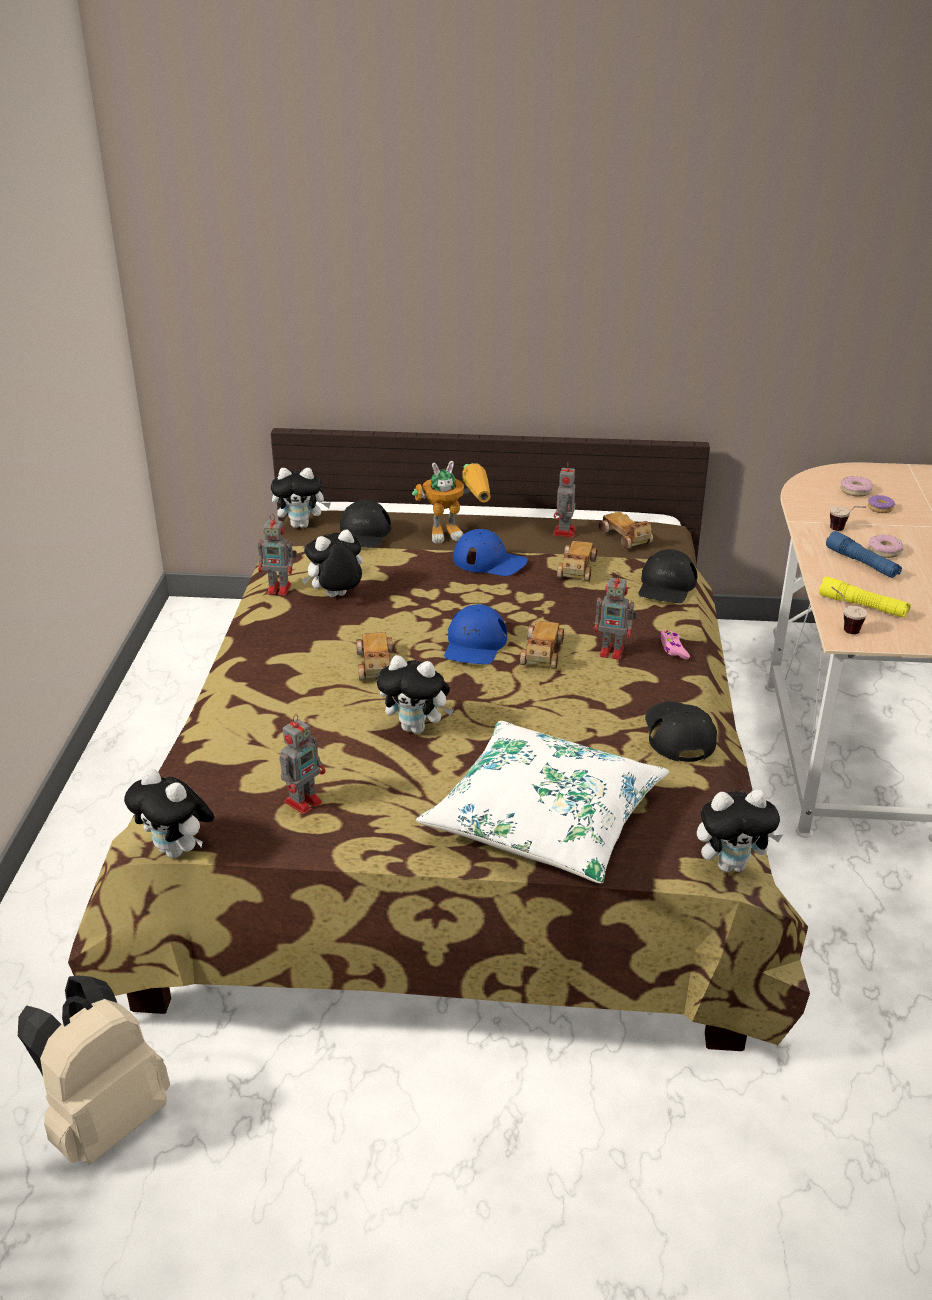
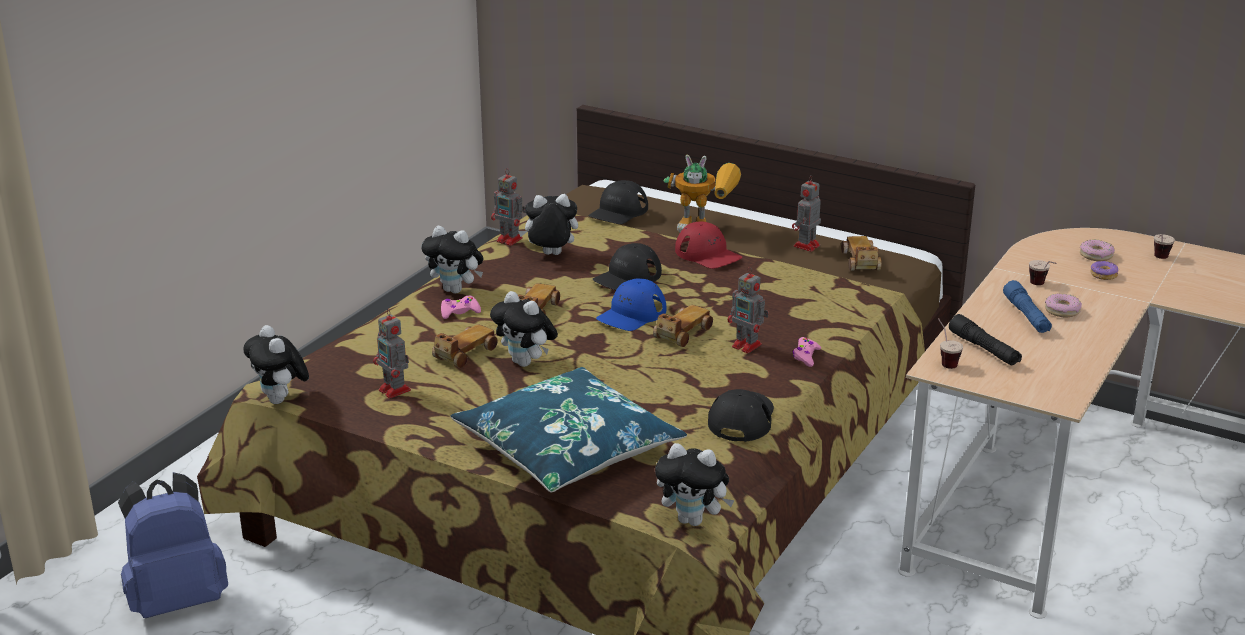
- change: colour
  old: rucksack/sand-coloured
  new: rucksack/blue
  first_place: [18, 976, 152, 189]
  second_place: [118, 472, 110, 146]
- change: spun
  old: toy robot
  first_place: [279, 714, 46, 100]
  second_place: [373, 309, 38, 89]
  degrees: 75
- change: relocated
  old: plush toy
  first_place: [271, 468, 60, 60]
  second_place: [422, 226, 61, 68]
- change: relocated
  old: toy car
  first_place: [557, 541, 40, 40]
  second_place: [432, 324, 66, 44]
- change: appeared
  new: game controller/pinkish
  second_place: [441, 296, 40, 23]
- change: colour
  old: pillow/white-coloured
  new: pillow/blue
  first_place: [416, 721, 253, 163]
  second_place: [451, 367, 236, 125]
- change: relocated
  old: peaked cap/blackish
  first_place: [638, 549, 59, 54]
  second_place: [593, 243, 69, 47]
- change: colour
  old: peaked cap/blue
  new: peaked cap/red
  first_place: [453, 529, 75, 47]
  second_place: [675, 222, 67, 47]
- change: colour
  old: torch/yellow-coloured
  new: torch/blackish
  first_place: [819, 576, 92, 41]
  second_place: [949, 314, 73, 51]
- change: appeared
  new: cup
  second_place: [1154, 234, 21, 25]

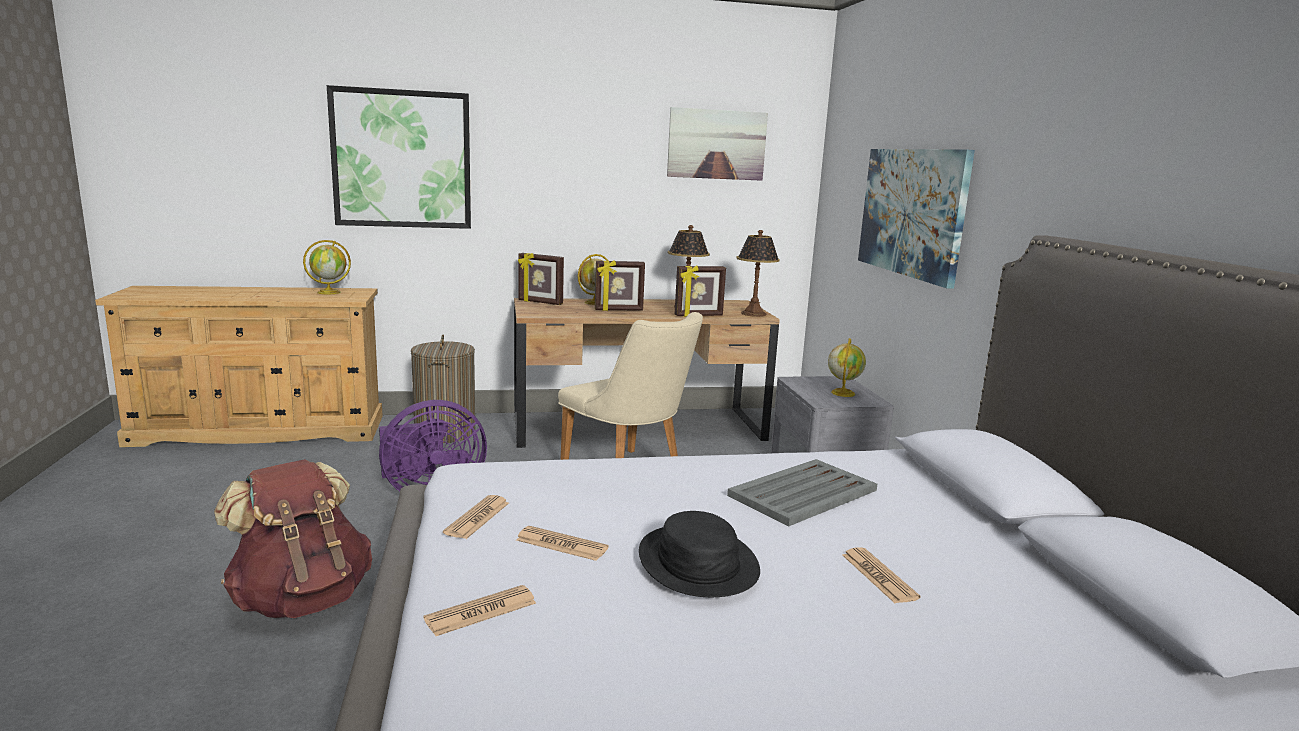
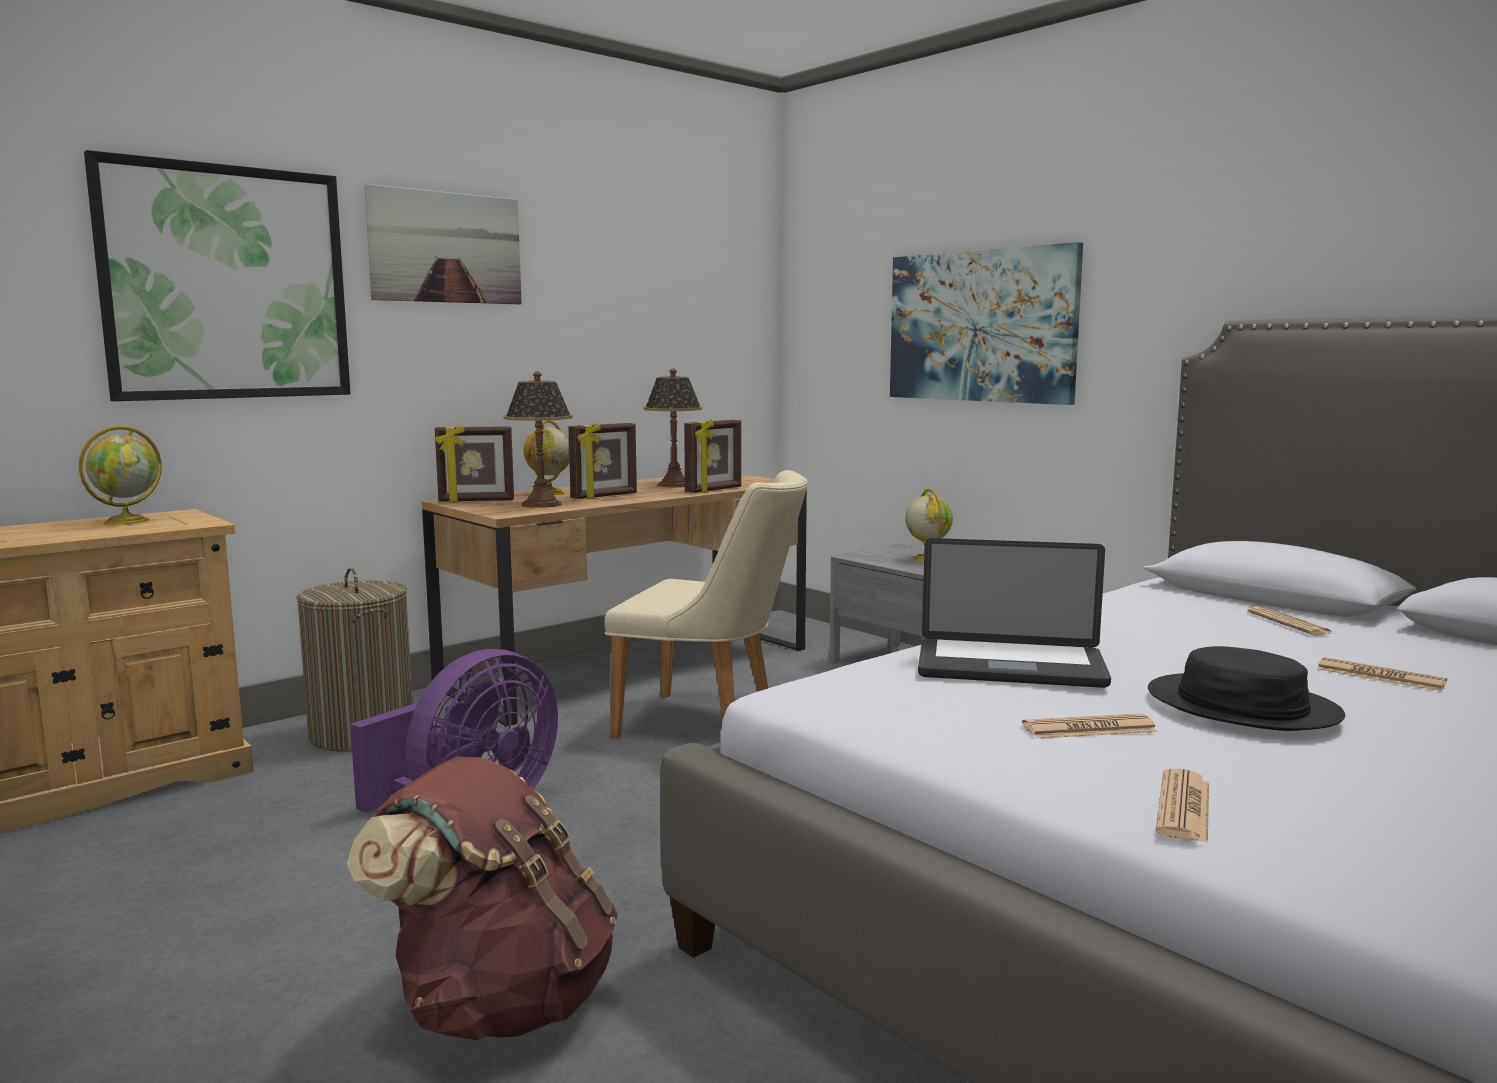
- change: relocated
  old: wall picture
  first_place: [667, 107, 101, 74]
  second_place: [364, 184, 158, 120]
- change: relocated
  old: lamp for a table
  first_place: [736, 230, 44, 87]
  second_place: [504, 372, 69, 136]
- change: appeared
  new: laptop
  second_place: [918, 538, 193, 150]
- change: relocated
  old: newspaper
  first_place: [443, 495, 66, 44]
  second_place: [1248, 606, 85, 29]
- change: missing
  old: serving tray/grey
  first_place: [727, 459, 150, 67]

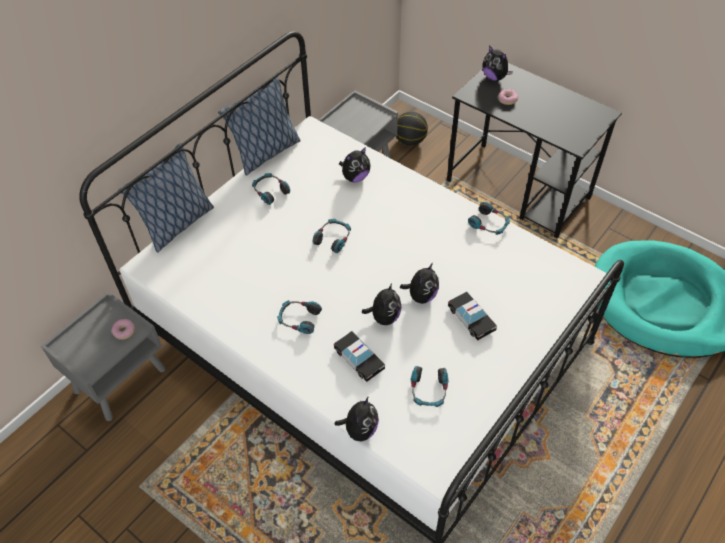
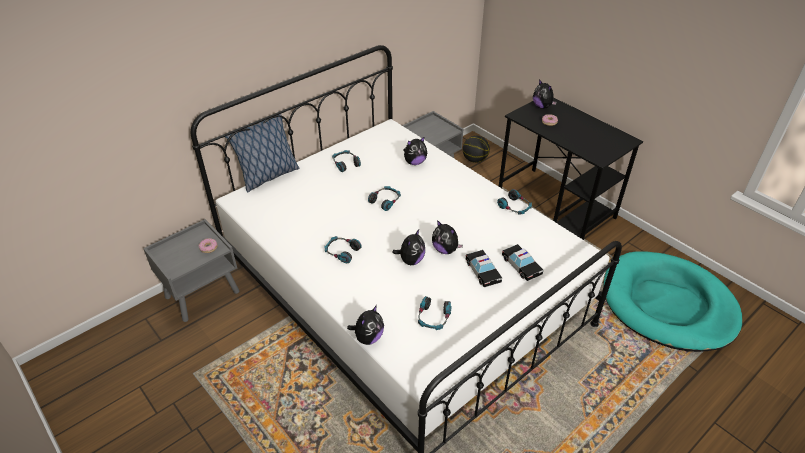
- change: spun
  old: plush toy
  first_place: [400, 263, 39, 41]
  second_place: [432, 220, 31, 34]
  degrees: 90
- change: relocated
  old: toy car
  first_place: [334, 331, 51, 51]
  second_place: [502, 244, 42, 37]
- change: missing
  old: pillow
  first_place: [218, 76, 83, 100]

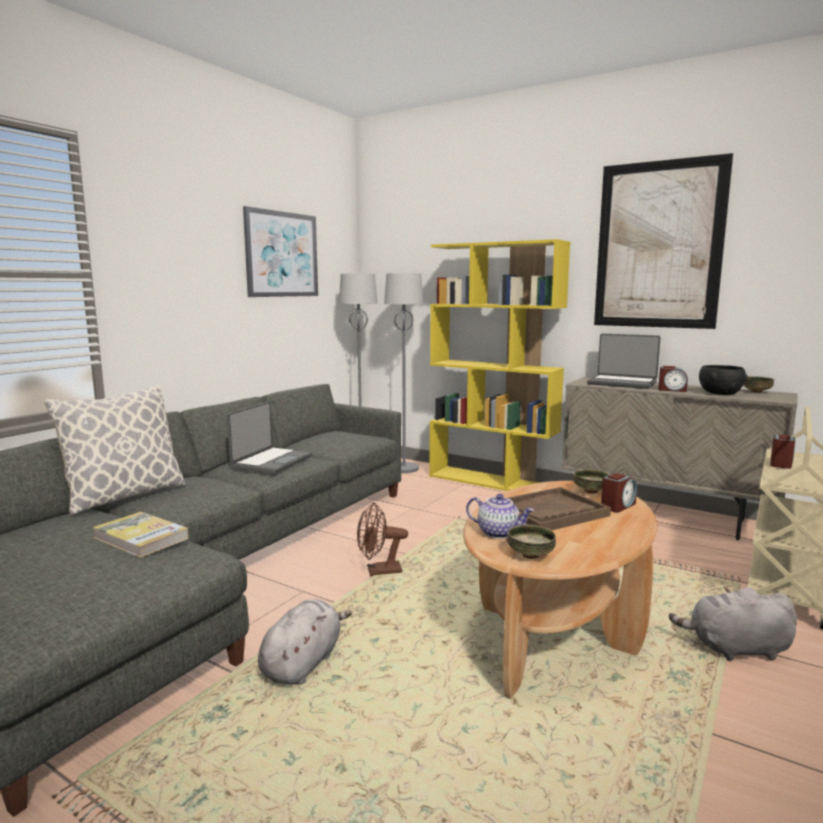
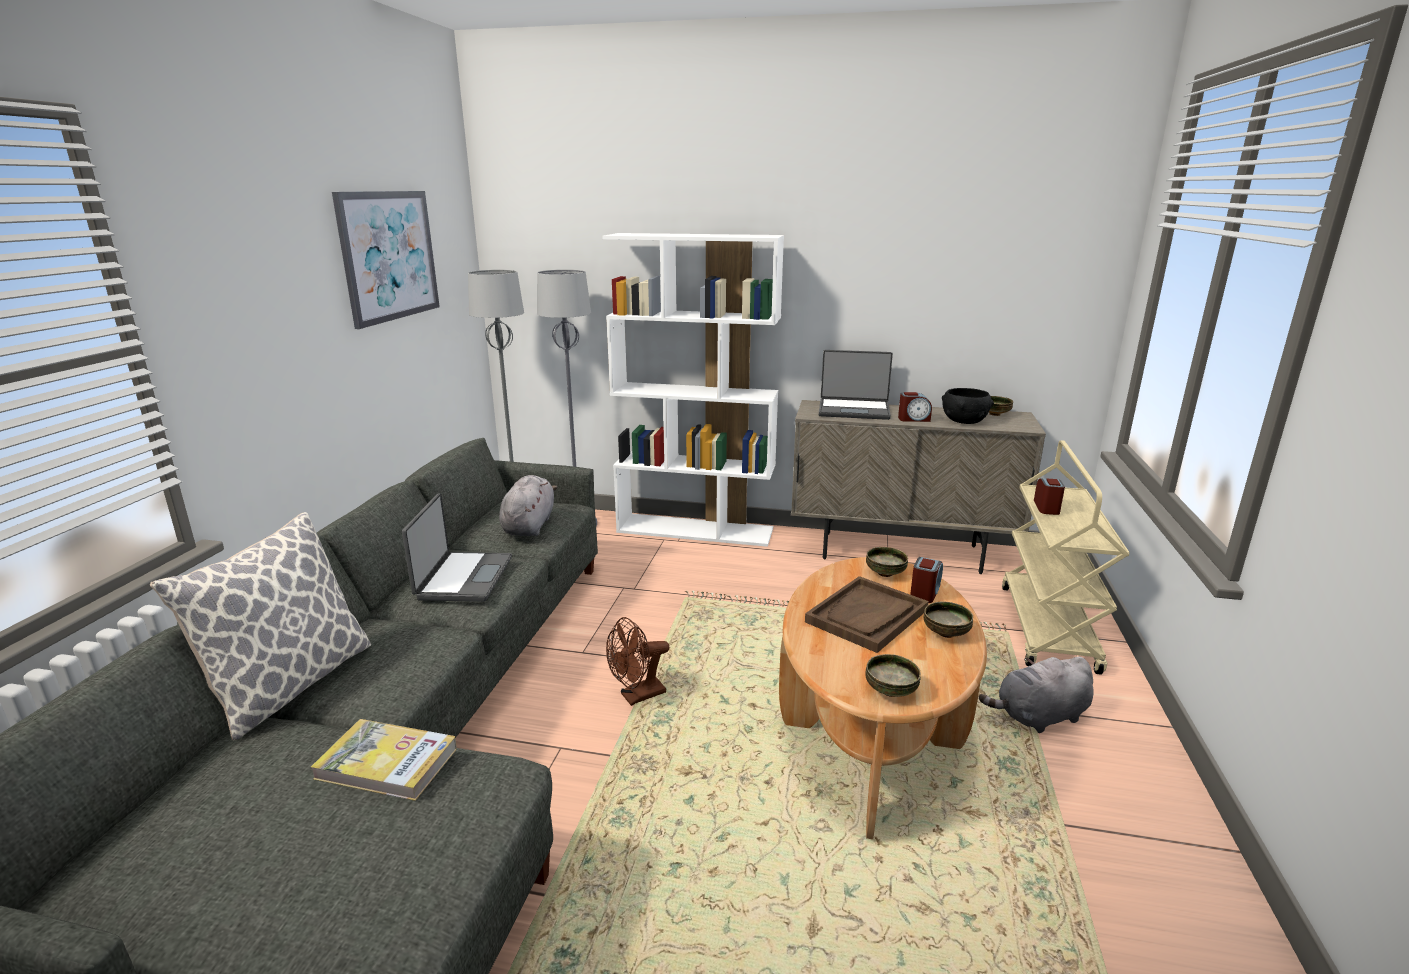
- change: relocated
  old: plush toy/grey
  first_place: [258, 599, 94, 86]
  second_place: [499, 475, 58, 61]
- change: colour
  old: bookcase/yellow-coloured
  new: bookcase/white-coloured
  first_place: [429, 239, 141, 252]
  second_place: [602, 233, 182, 314]
- change: appeared
  new: serving bowl
  second_place: [924, 602, 49, 36]
- change: missing
  old: teapot
  first_place: [466, 494, 68, 45]
- change: missing
  old: wall picture
  first_place: [594, 153, 139, 176]

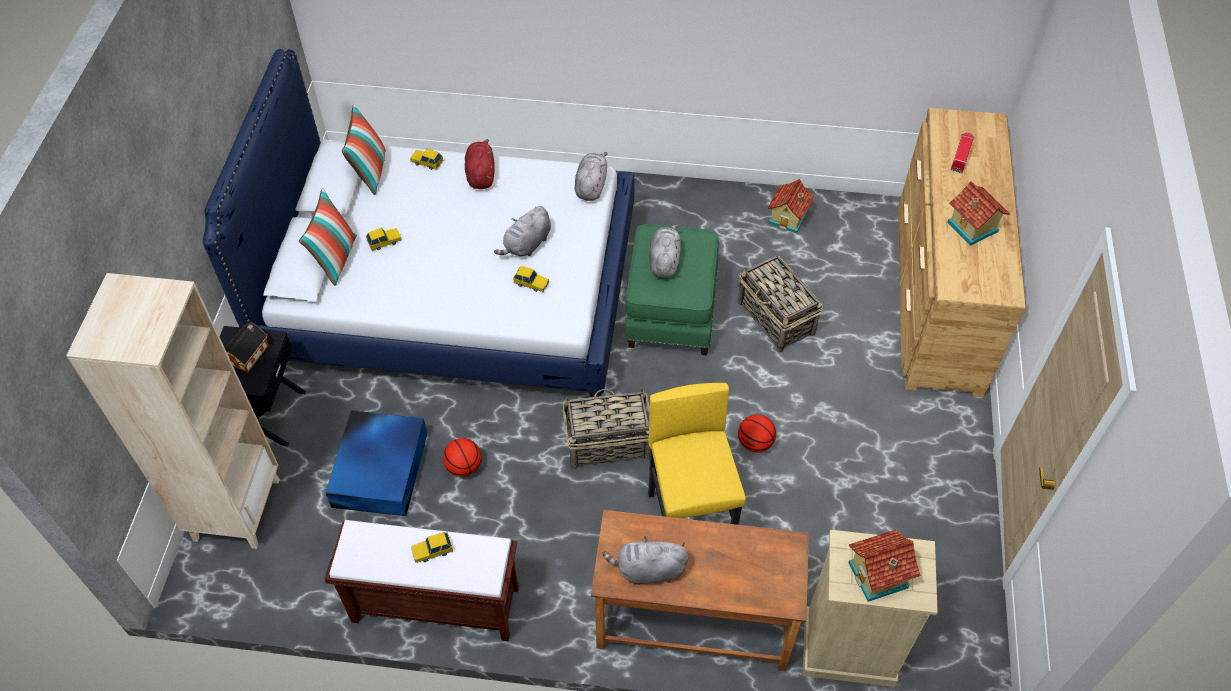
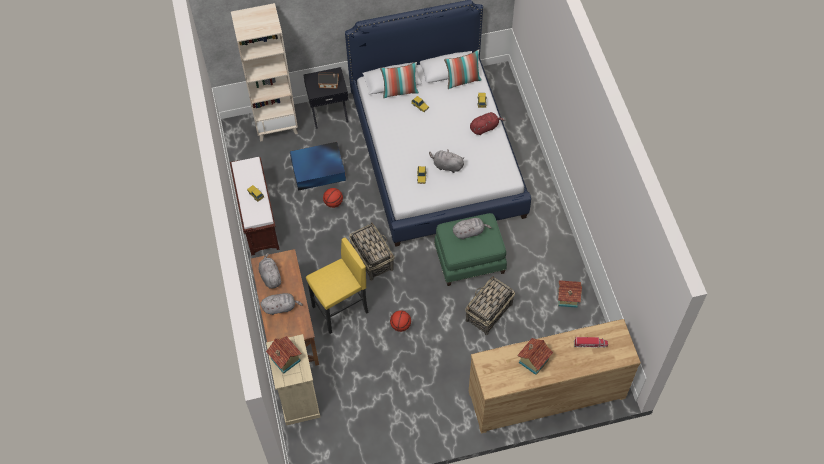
- change: relocated
  old: plush toy/grey
  first_place: [575, 152, 33, 49]
  second_place: [260, 293, 43, 22]

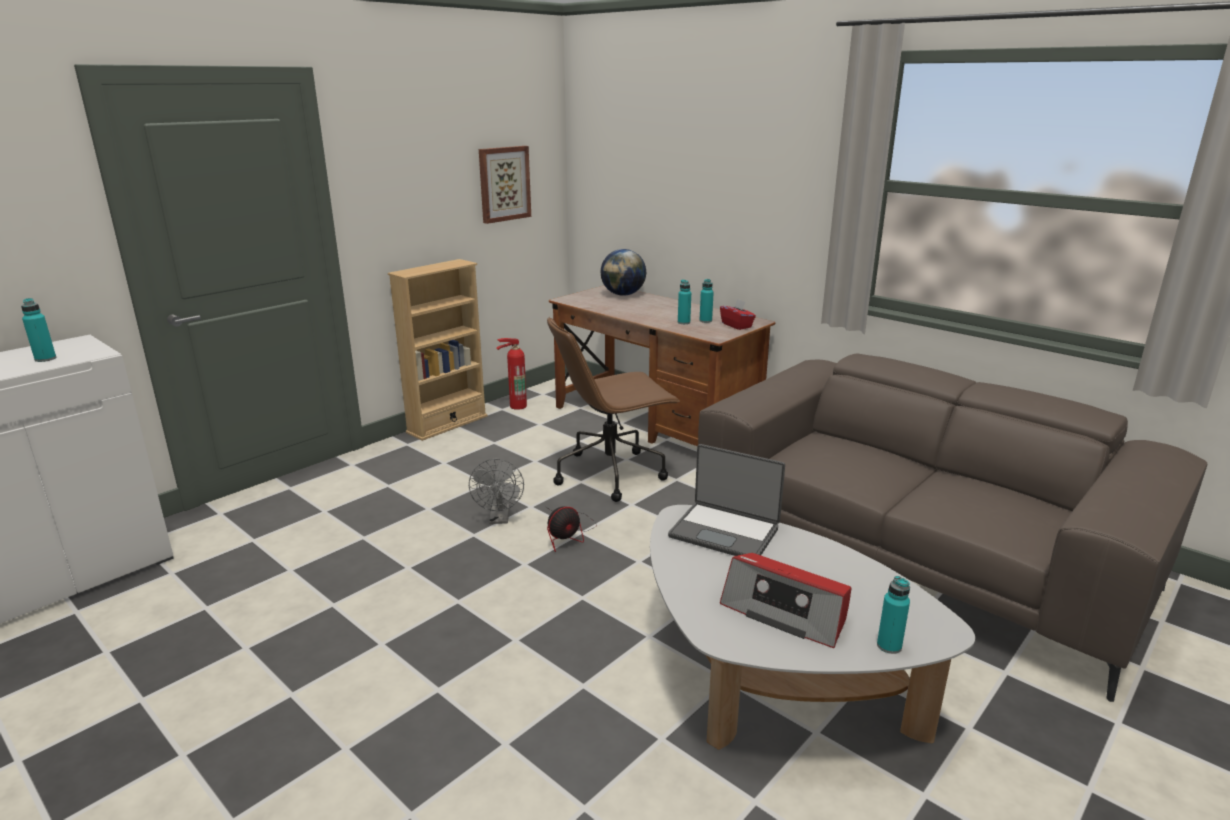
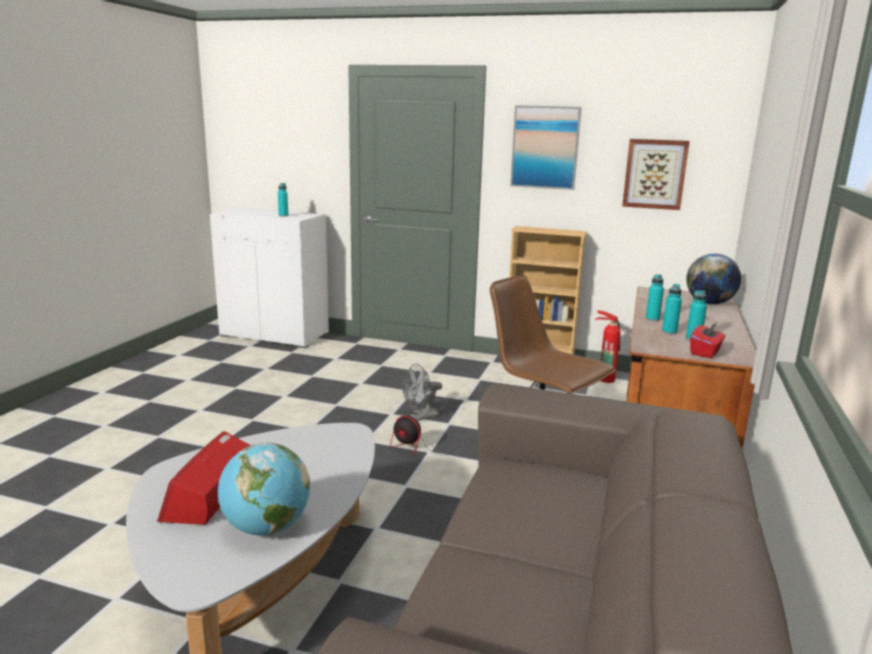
- change: appeared
  new: world globe
  second_place: [218, 443, 92, 92]
- change: appeared
  new: wall picture
  second_place: [510, 105, 72, 85]
- change: relocated
  old: bottle/turquoise
  first_place: [877, 576, 33, 78]
  second_place: [646, 274, 18, 47]
- change: missing
  old: laptop
  first_place: [668, 444, 117, 112]

